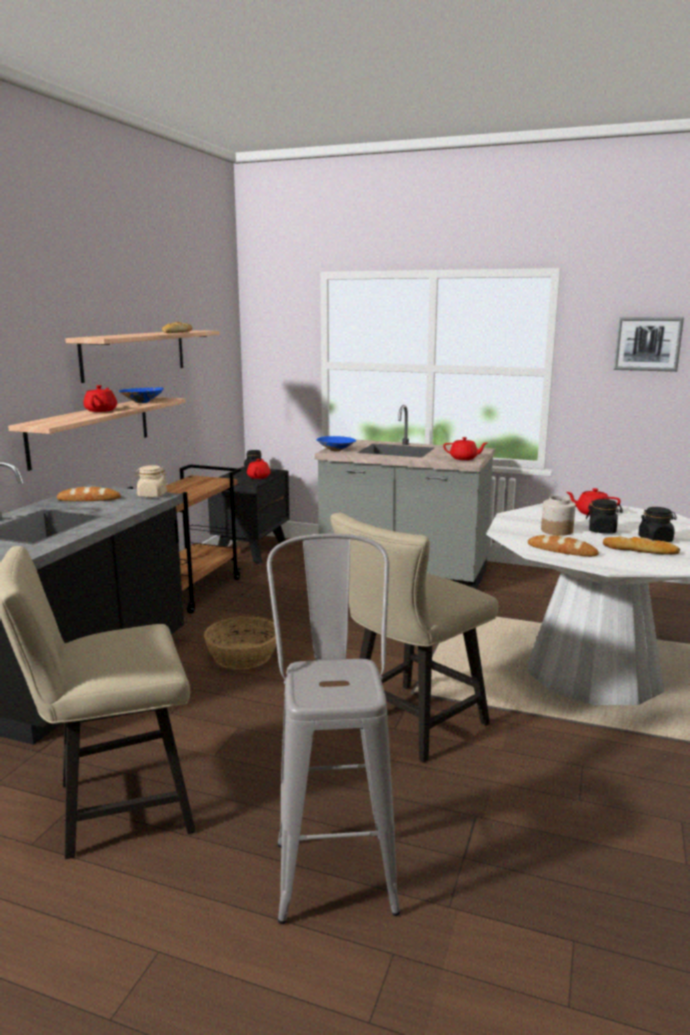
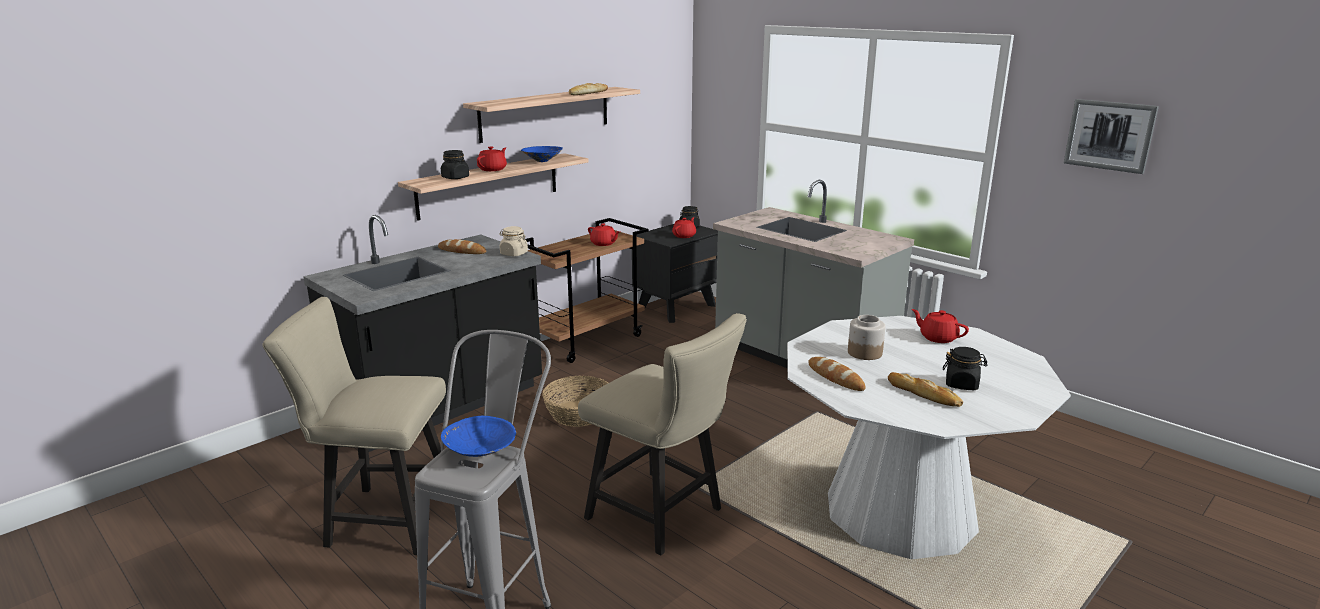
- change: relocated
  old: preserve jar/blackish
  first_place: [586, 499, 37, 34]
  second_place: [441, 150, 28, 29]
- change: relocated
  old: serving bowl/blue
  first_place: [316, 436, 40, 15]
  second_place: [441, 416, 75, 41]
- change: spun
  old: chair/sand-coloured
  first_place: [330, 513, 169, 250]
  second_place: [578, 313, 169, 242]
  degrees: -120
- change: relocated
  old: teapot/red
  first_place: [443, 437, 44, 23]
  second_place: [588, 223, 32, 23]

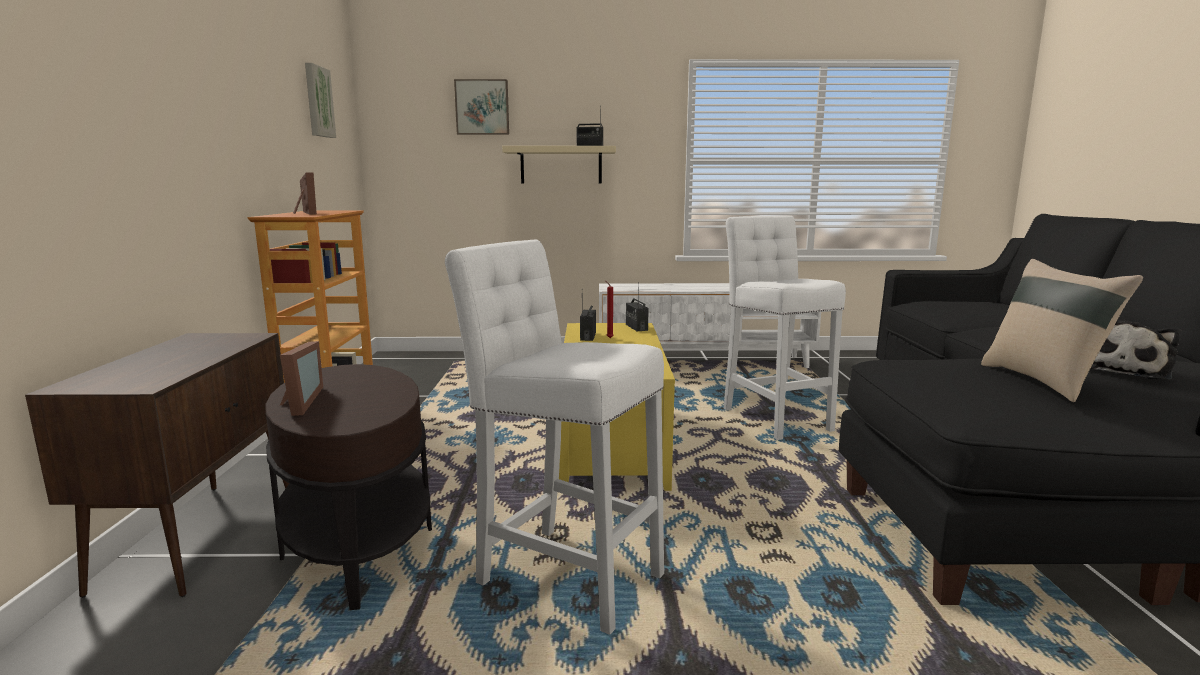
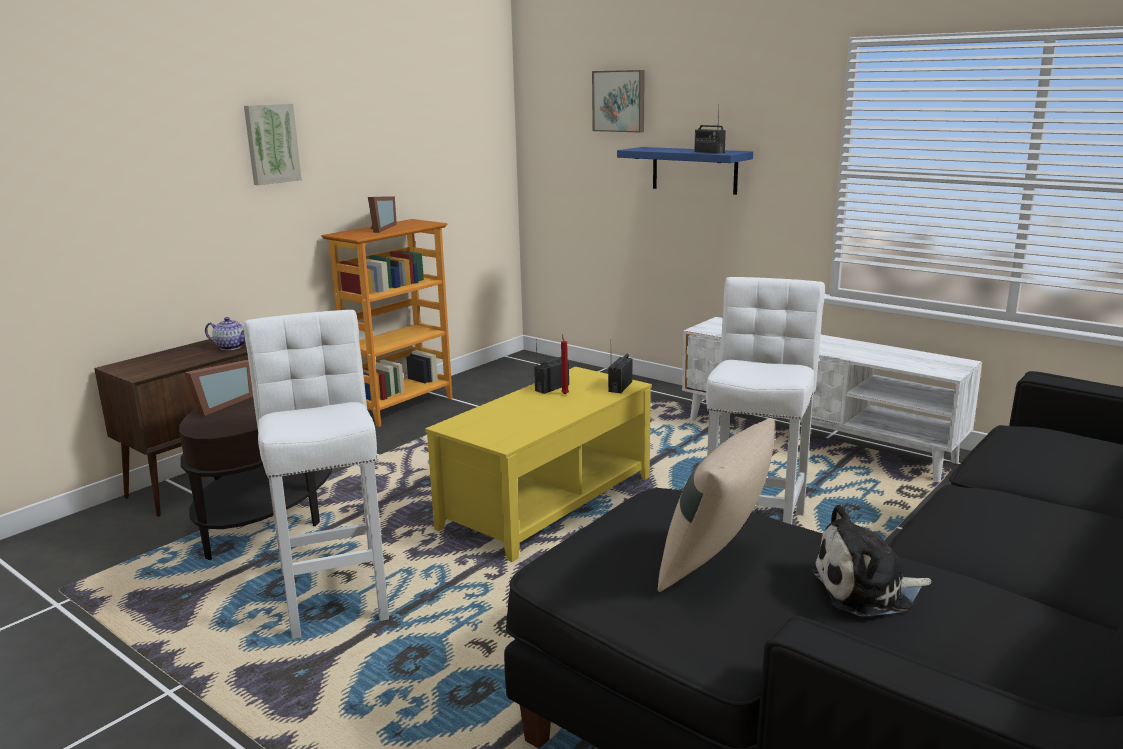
- change: appeared
  new: teapot
  second_place: [205, 317, 40, 33]
- change: relocated
  old: wall picture
  first_place: [305, 63, 31, 75]
  second_place: [244, 104, 58, 81]
- change: colour
  old: bracket shelf/sand-coloured
  new: bracket shelf/blue
  first_place: [502, 146, 114, 37]
  second_place: [617, 147, 136, 48]

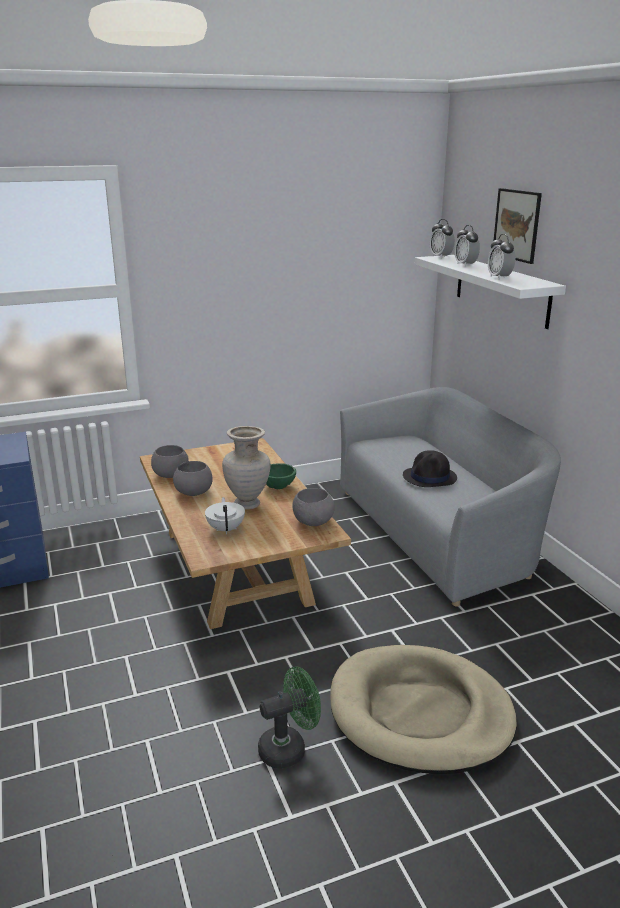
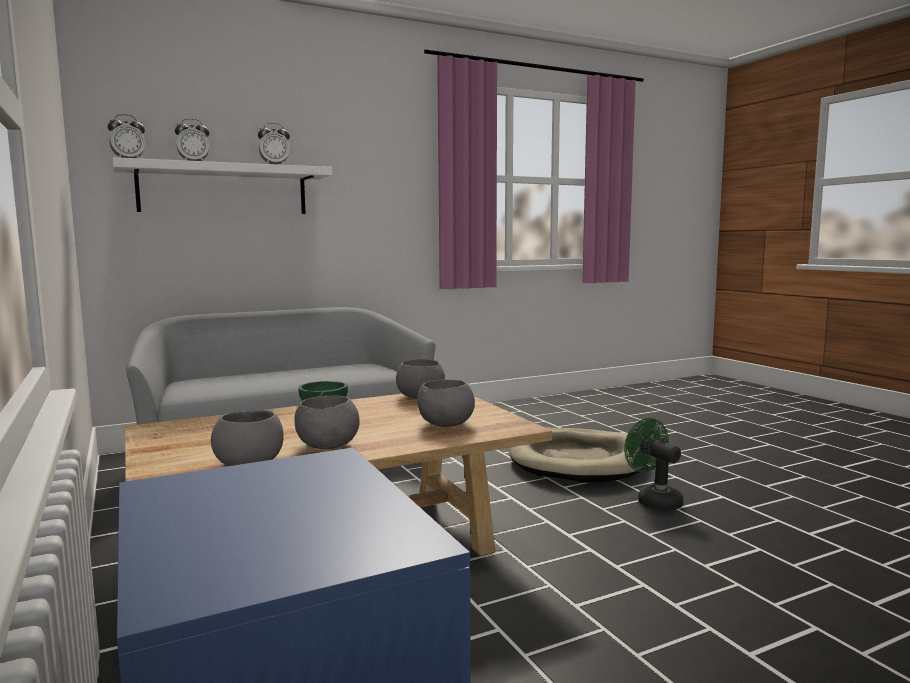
- change: exchanged
  old: teapot/white-coloured
  new: serving bowl/grey
  first_place: [205, 497, 40, 37]
  second_place: [417, 379, 58, 48]
- change: missing
  old: flower vase/sand-coloured
  first_place: [222, 426, 48, 84]
- change: missing
  old: clothing hat/blackish
  first_place: [403, 450, 54, 37]
- change: missing
  old: wall picture
  first_place: [494, 188, 48, 76]

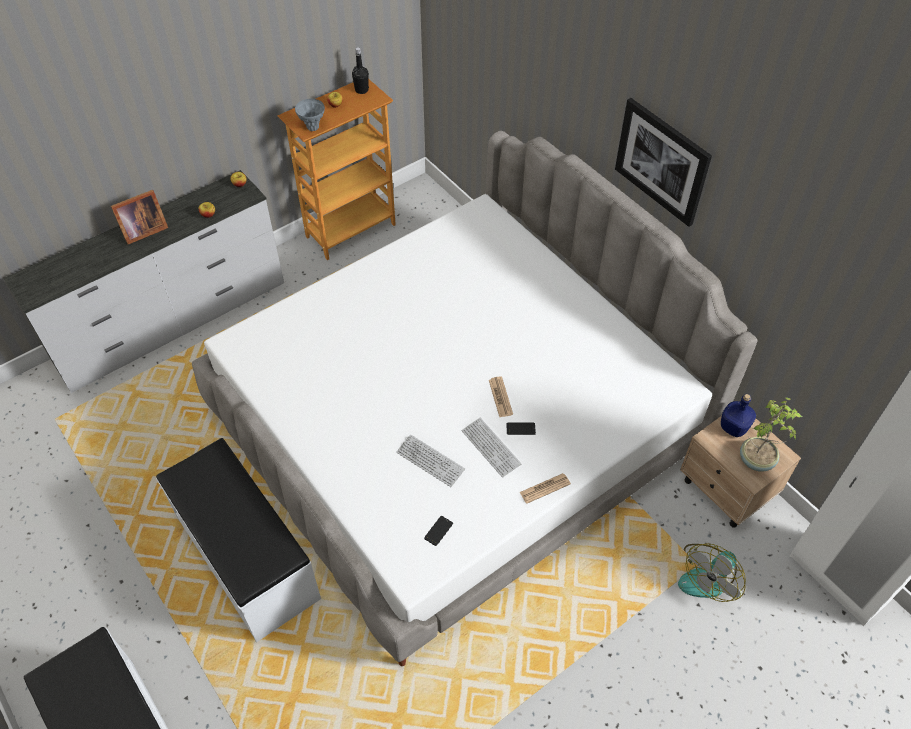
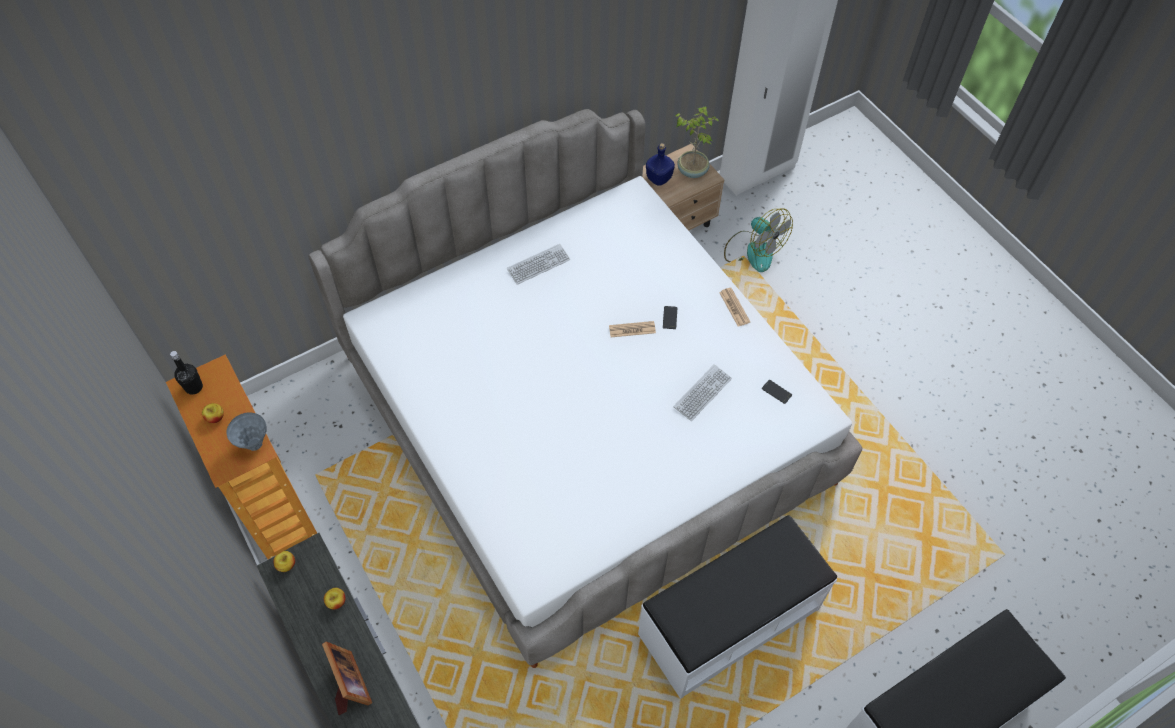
- change: relocated
  old: PC keyboard
  first_place: [462, 418, 59, 60]
  second_place: [507, 244, 63, 41]
- change: missing
  old: wall picture
  first_place: [615, 98, 97, 129]

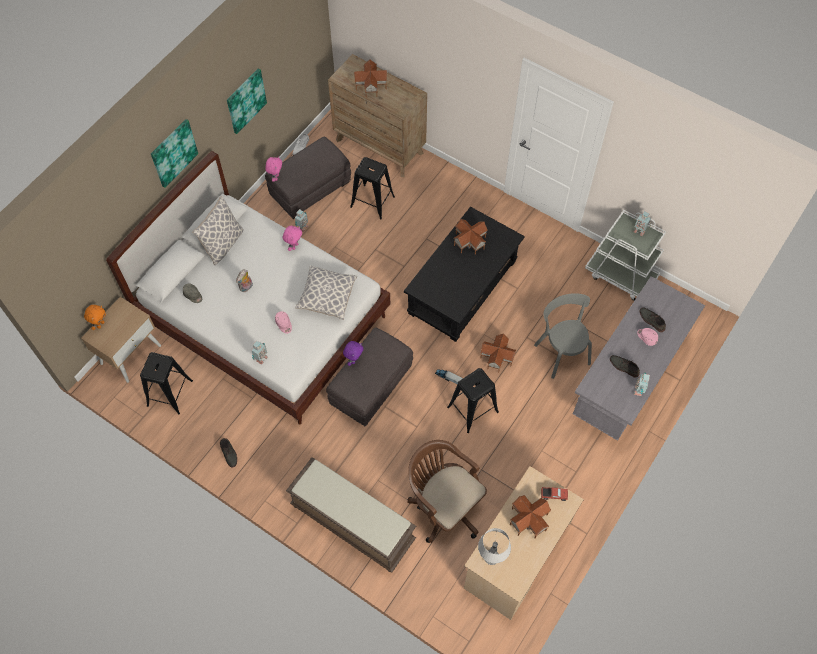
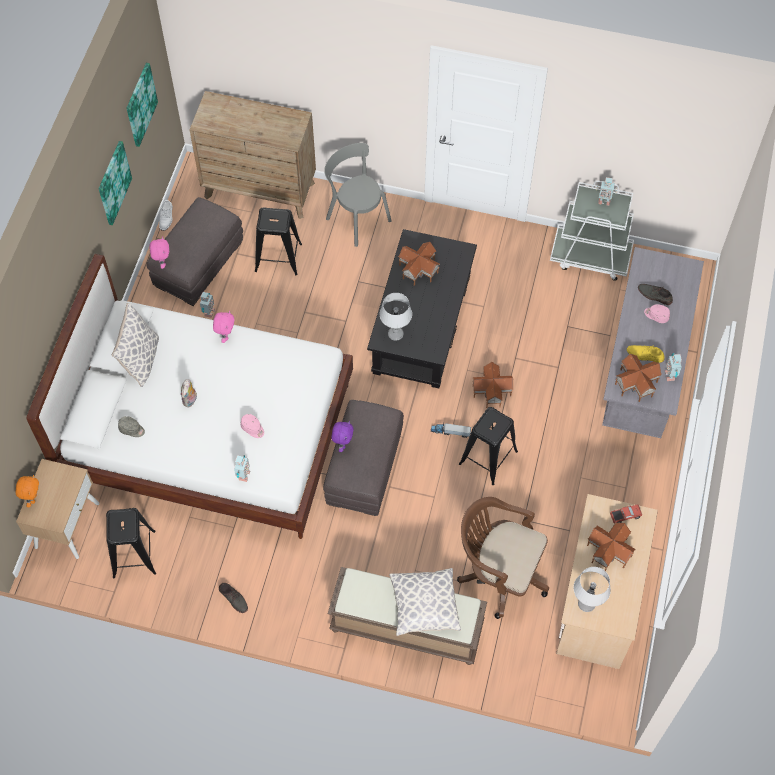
- change: relocated
  old: wall picture
  first_place: [151, 119, 47, 69]
  second_place: [127, 63, 31, 84]
- change: relocated
  old: chair/grey
  first_place: [534, 293, 58, 86]
  second_place: [324, 143, 67, 104]
- change: appeared
  new: lamp for a table/grey
  second_place: [380, 293, 32, 48]
- change: relocated
  old: pillow
  first_place: [295, 265, 62, 55]
  second_place: [390, 568, 71, 68]
- change: relocated
  old: toy house
  first_place: [354, 59, 33, 38]
  second_place: [615, 354, 47, 48]
- change: colour
  old: item of footwear/grey
  new: item of footwear/yellow-coloured
  first_place: [610, 355, 30, 23]
  second_place: [627, 345, 38, 18]

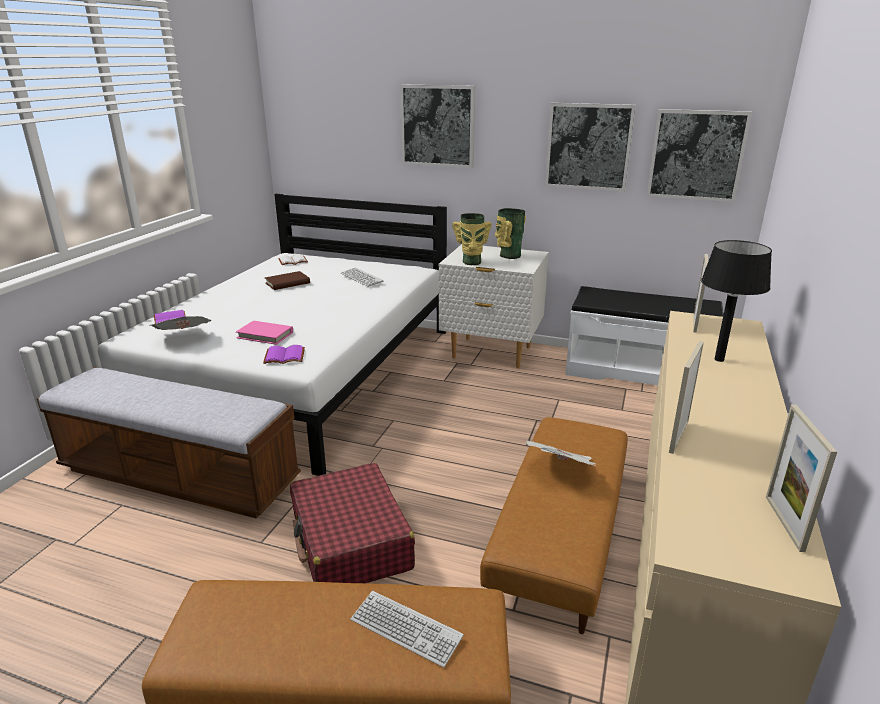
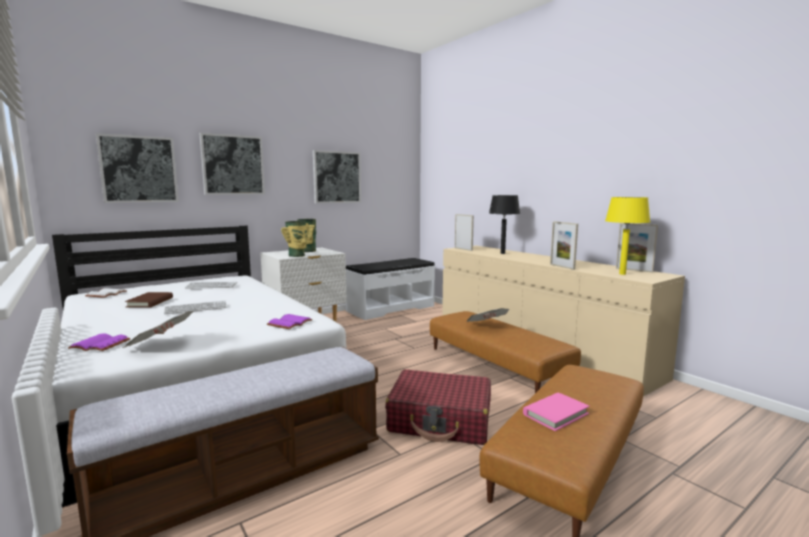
- change: relocated
  old: wall picture
  first_place: [647, 109, 105, 93]
  second_place: [96, 133, 83, 70]
- change: relocated
  old: PC keyboard
  first_place: [351, 591, 113, 76]
  second_place: [164, 301, 62, 13]
- change: relocated
  old: bound book/pinkish
  first_place: [236, 321, 57, 24]
  second_place: [523, 393, 67, 38]
- change: appeared
  new: lamp for a table/yellow-coloured
  second_place: [605, 197, 45, 78]

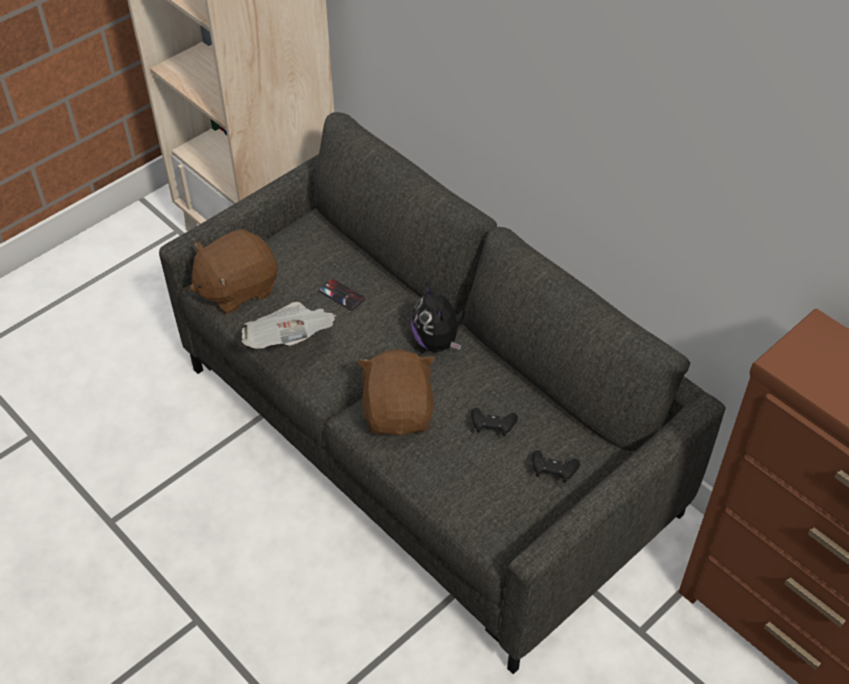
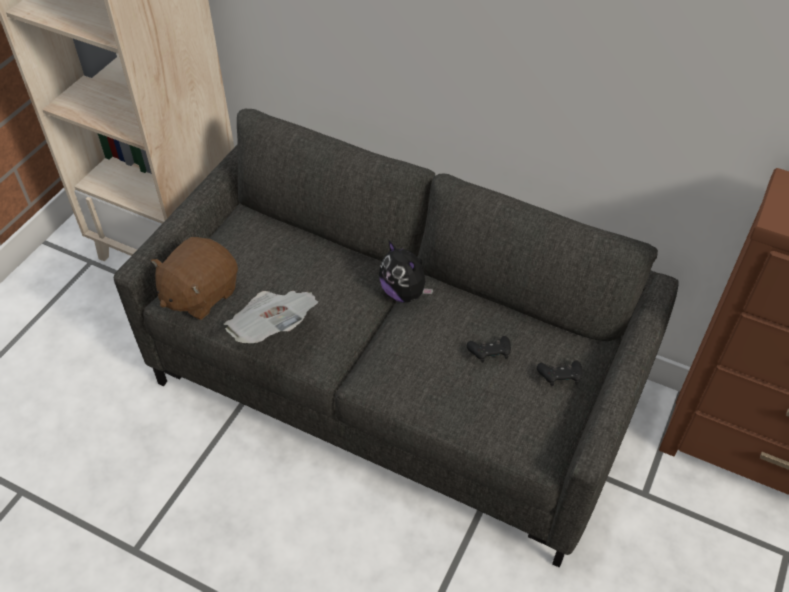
- change: missing
  old: phone
  first_place: [318, 278, 47, 33]
- change: missing
  old: plush toy/brown
  first_place: [357, 349, 77, 86]

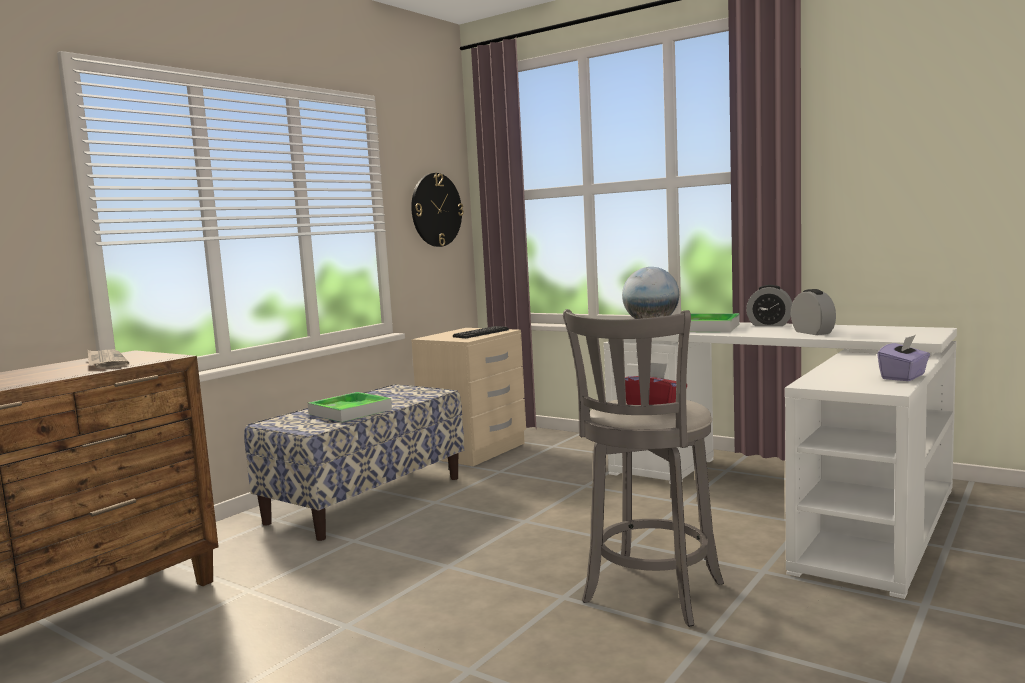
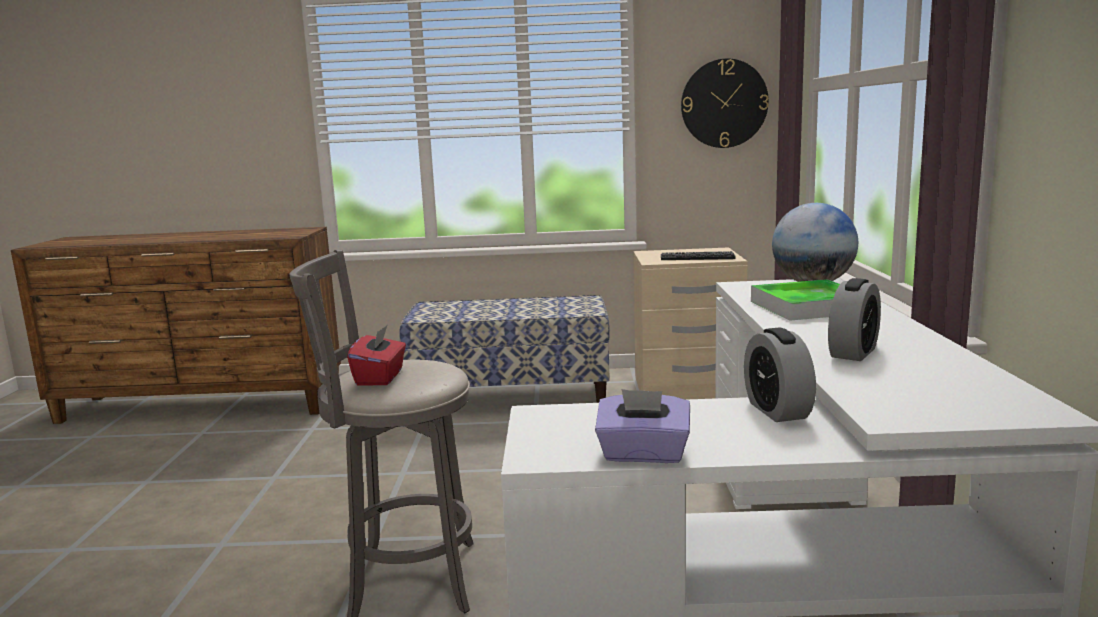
- change: relocated
  old: table clock
  first_place: [746, 285, 46, 41]
  second_place: [744, 328, 72, 94]
- change: missing
  old: newspaper
  first_place: [88, 350, 41, 19]
- change: missing
  old: serving tray
  first_place: [308, 392, 84, 30]

